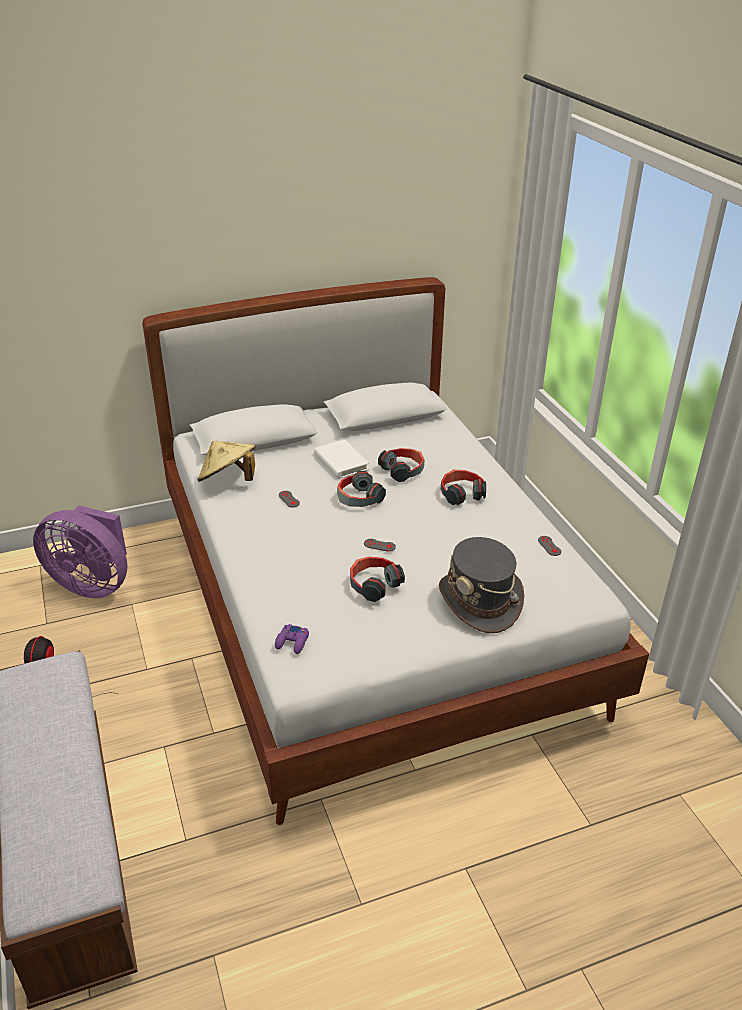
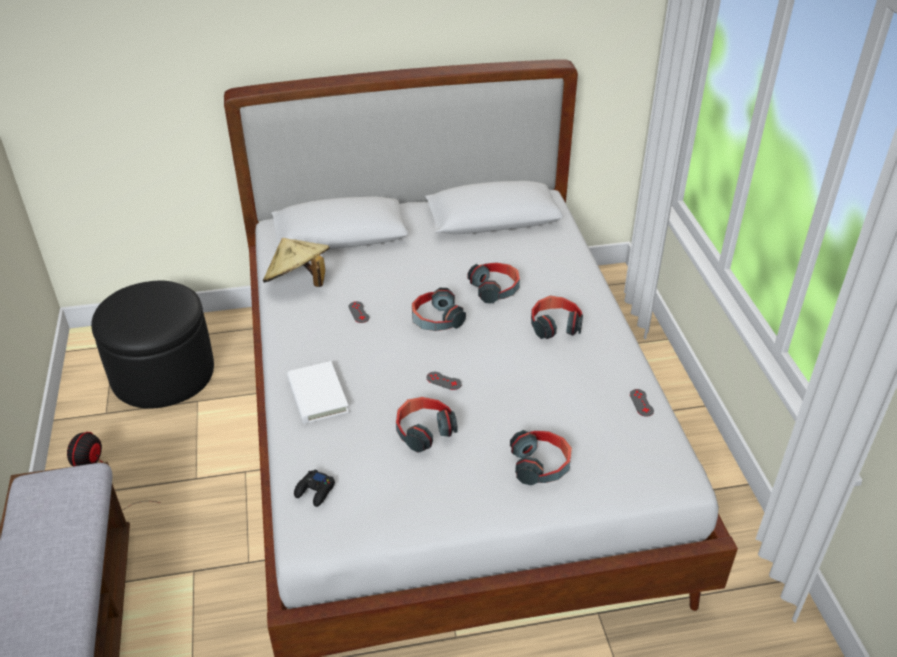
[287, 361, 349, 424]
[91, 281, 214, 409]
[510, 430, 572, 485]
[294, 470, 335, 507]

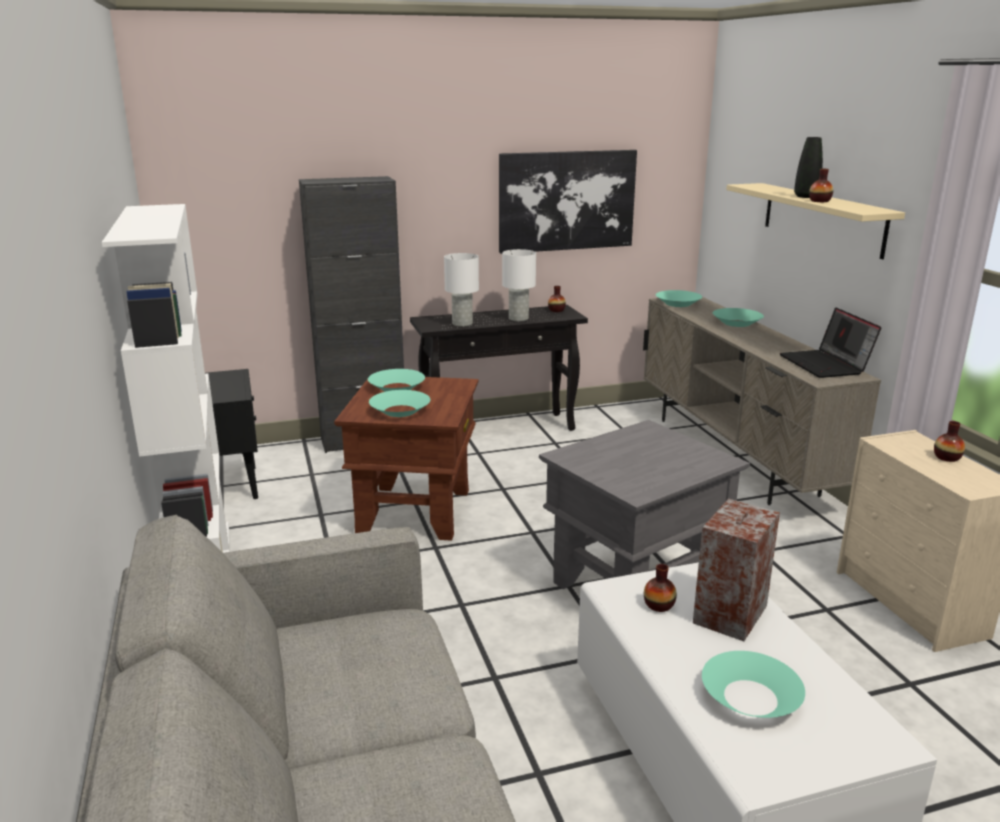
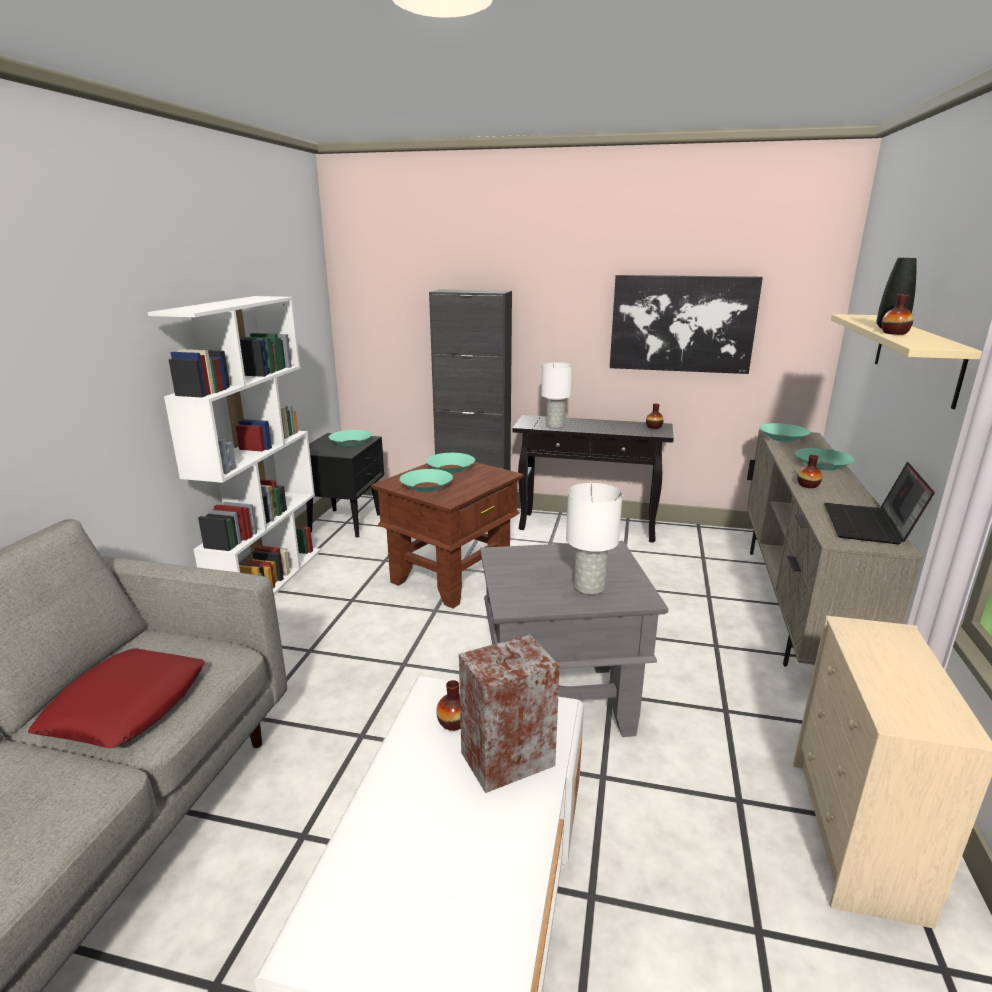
[28, 648, 205, 748]
[566, 483, 623, 595]
[329, 430, 372, 447]
[797, 455, 822, 488]

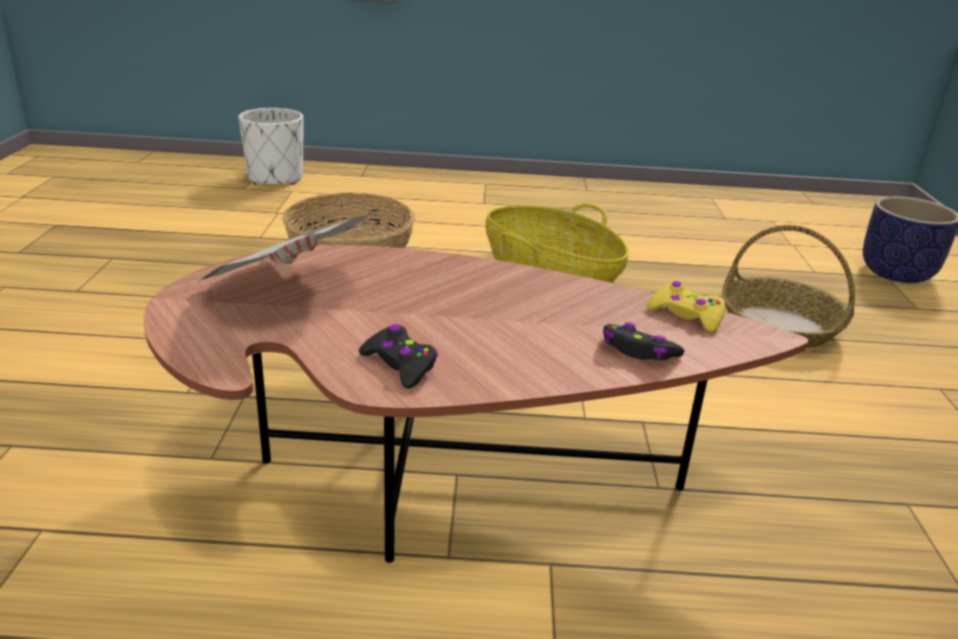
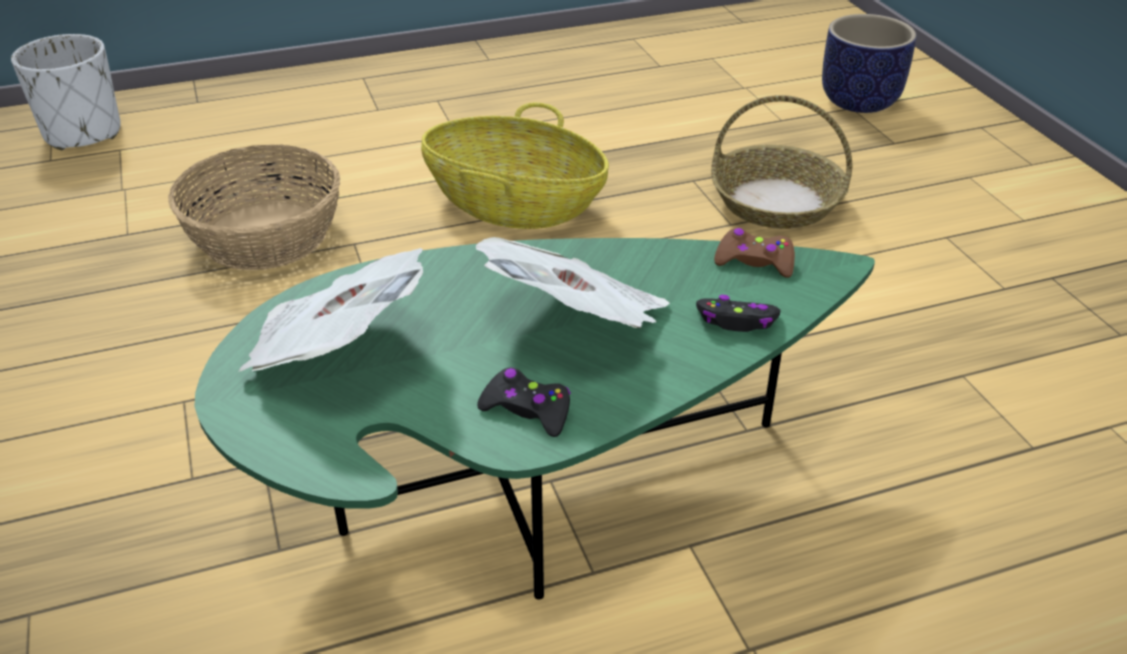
[476, 237, 669, 328]
[194, 238, 875, 600]
[714, 228, 795, 278]

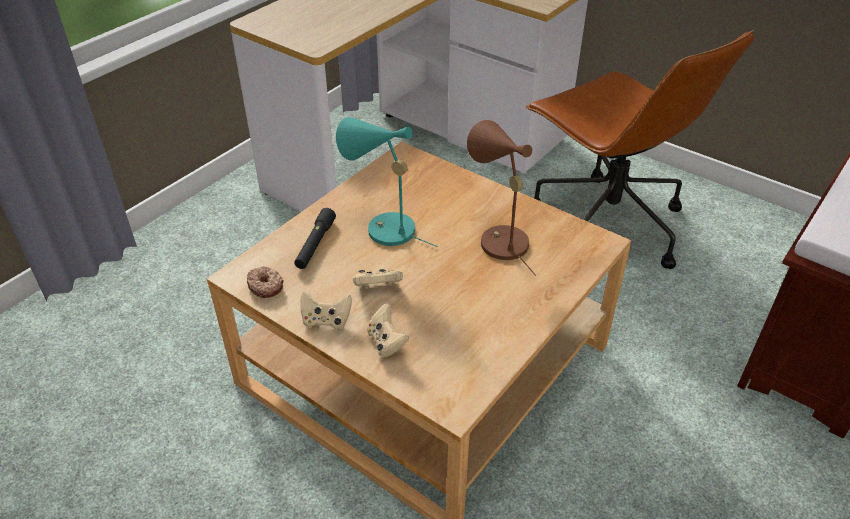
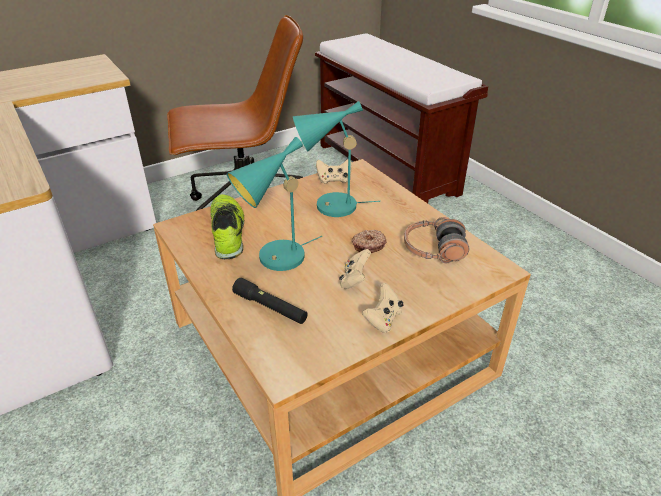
[210, 194, 244, 259]
[404, 217, 469, 263]
[351, 230, 386, 253]
[316, 159, 352, 183]
[293, 101, 381, 217]

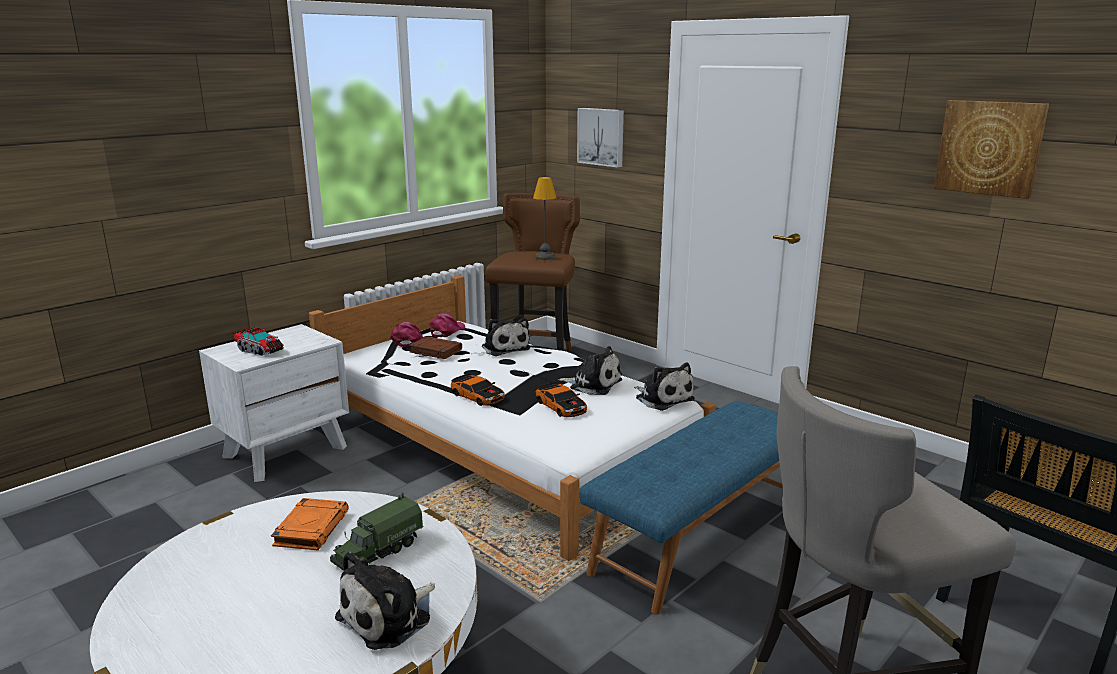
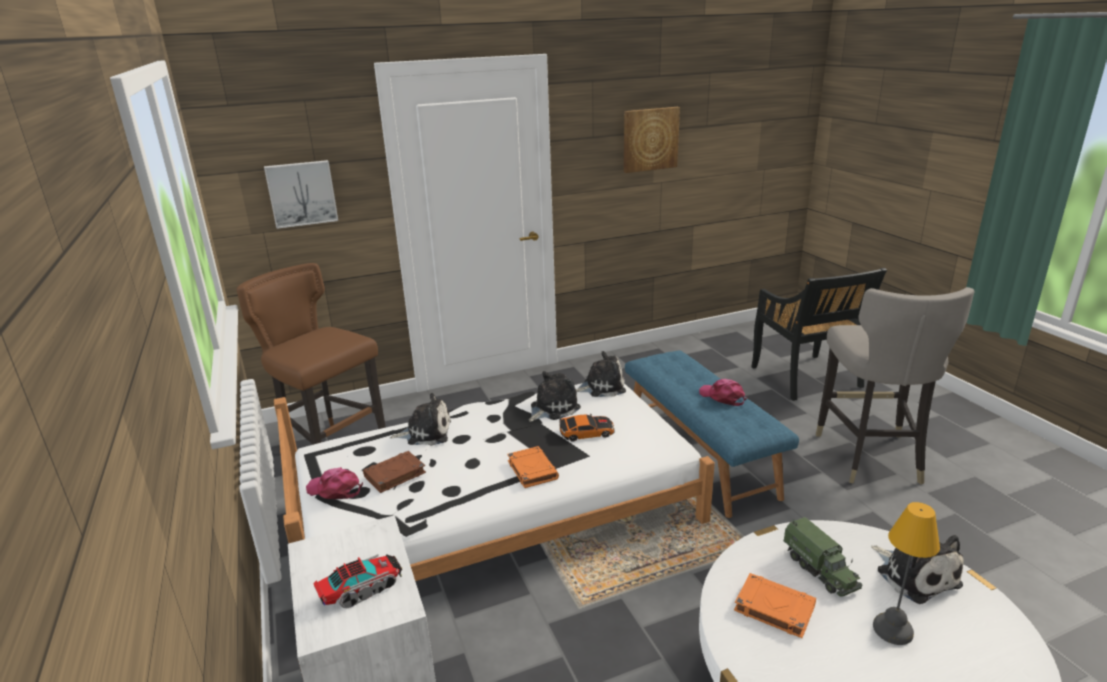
[699, 379, 747, 406]
[873, 502, 940, 645]
[507, 446, 559, 488]

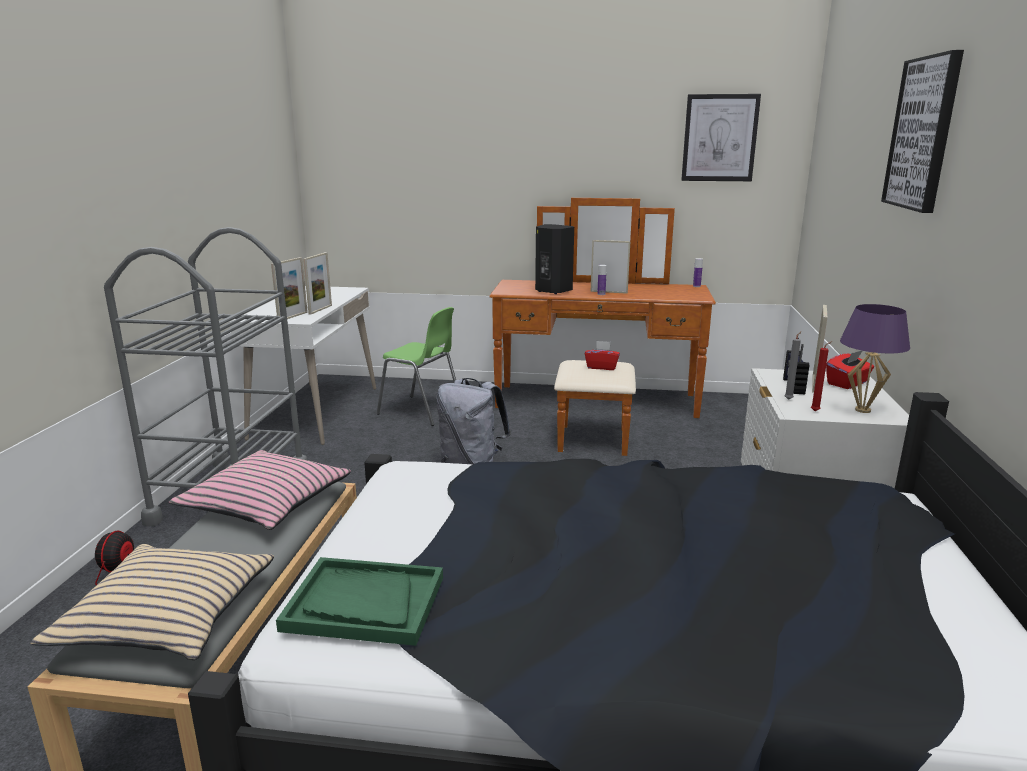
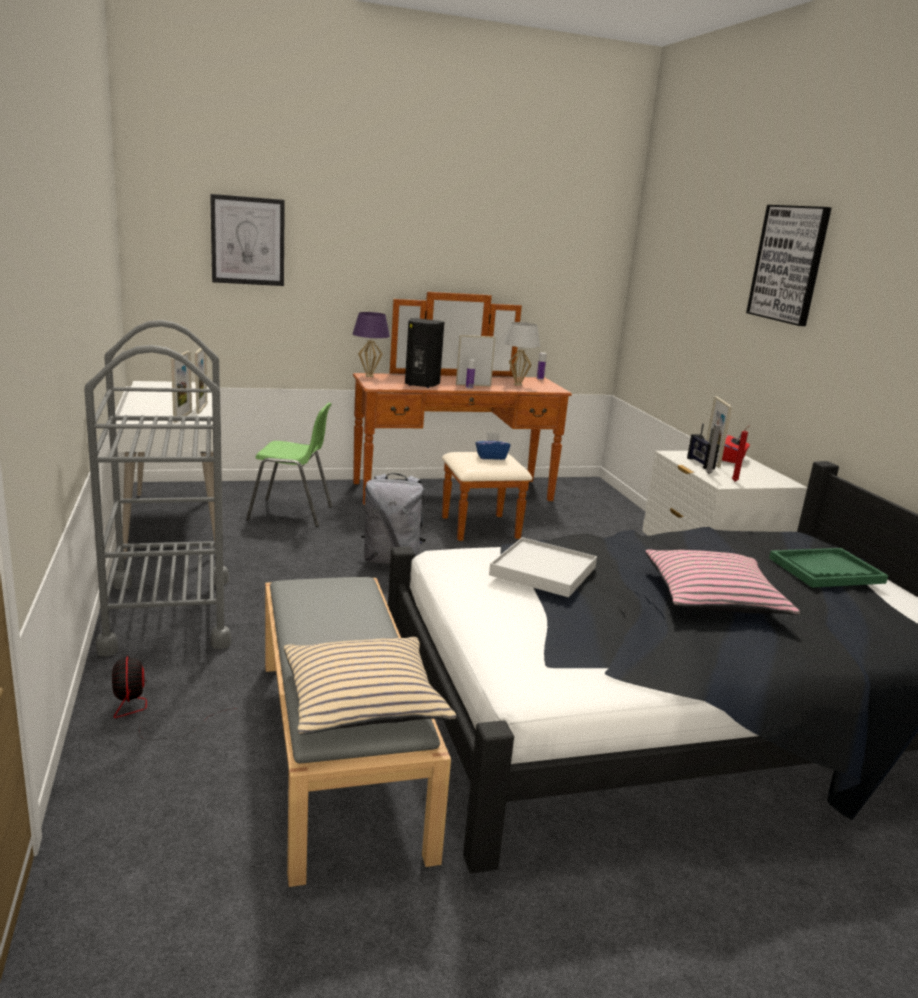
[489, 537, 597, 597]
[504, 322, 540, 386]
[645, 550, 800, 615]
[769, 548, 888, 588]
[210, 194, 285, 286]
[353, 312, 390, 377]
[476, 432, 510, 460]

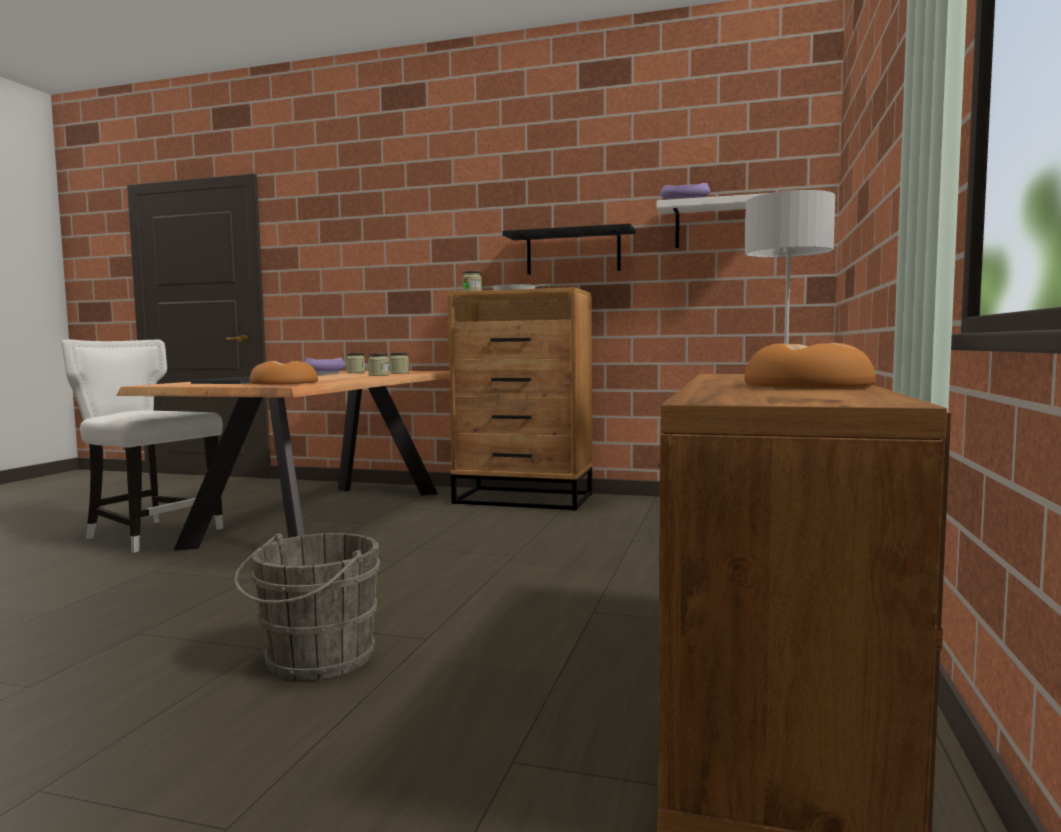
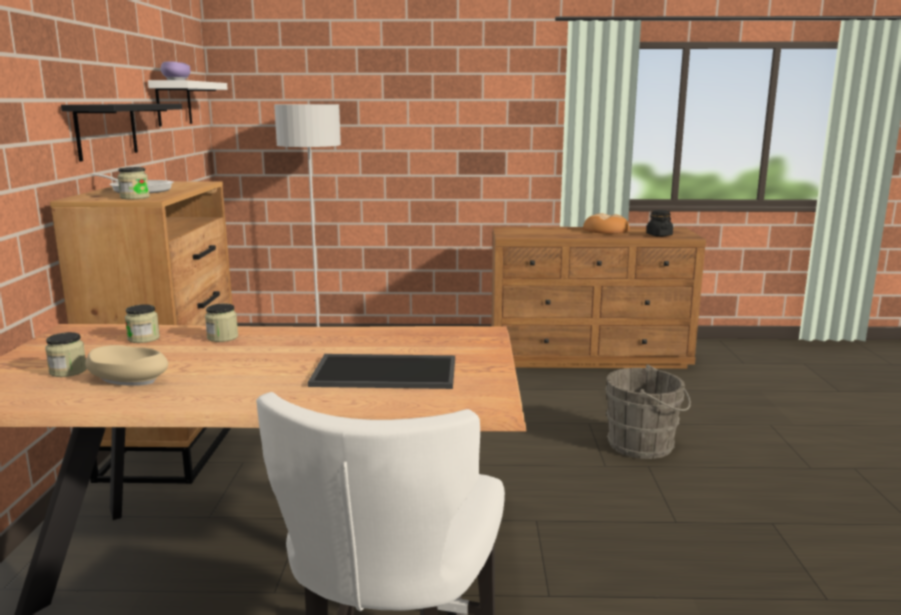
[250, 361, 318, 385] (first image)
[646, 210, 673, 237]
[85, 345, 168, 386]

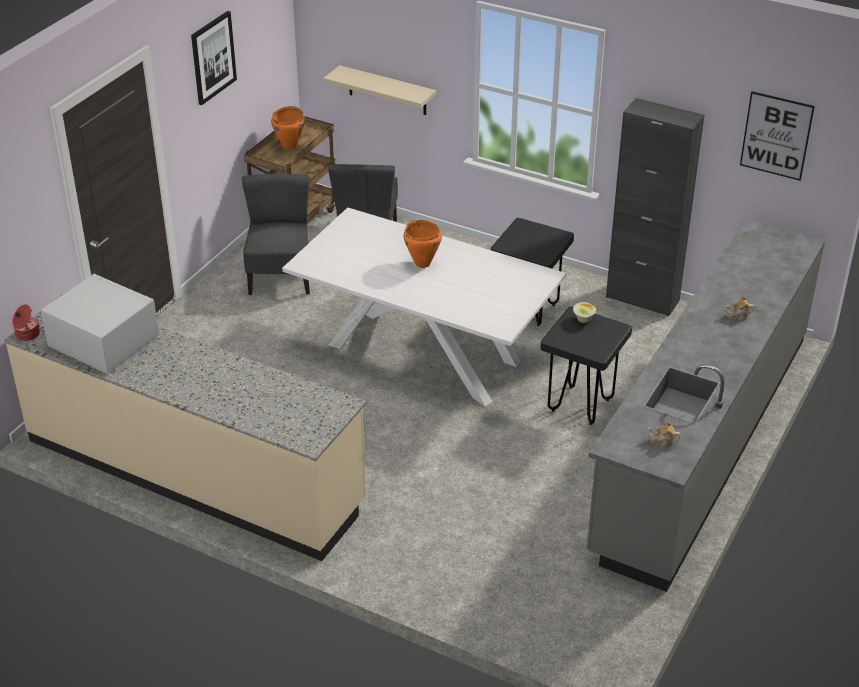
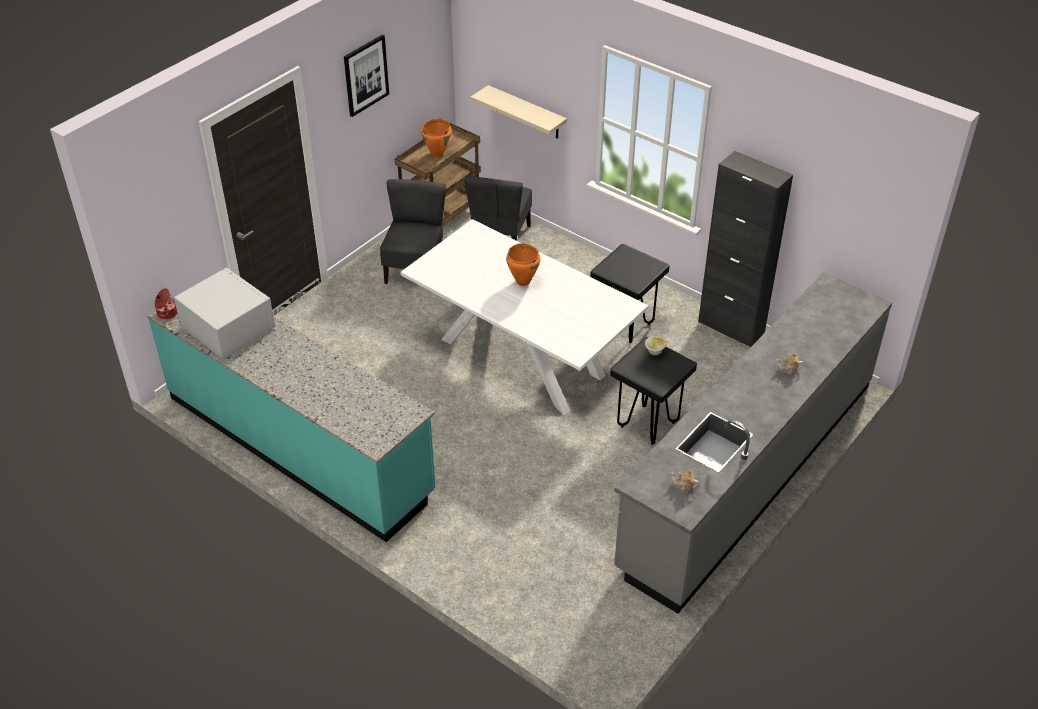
[740, 91, 815, 181] (first image)
[148, 278, 435, 542]

